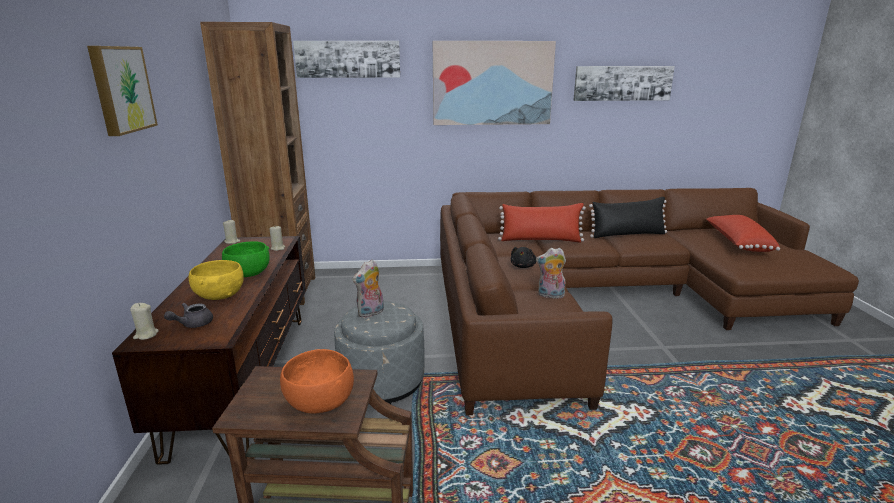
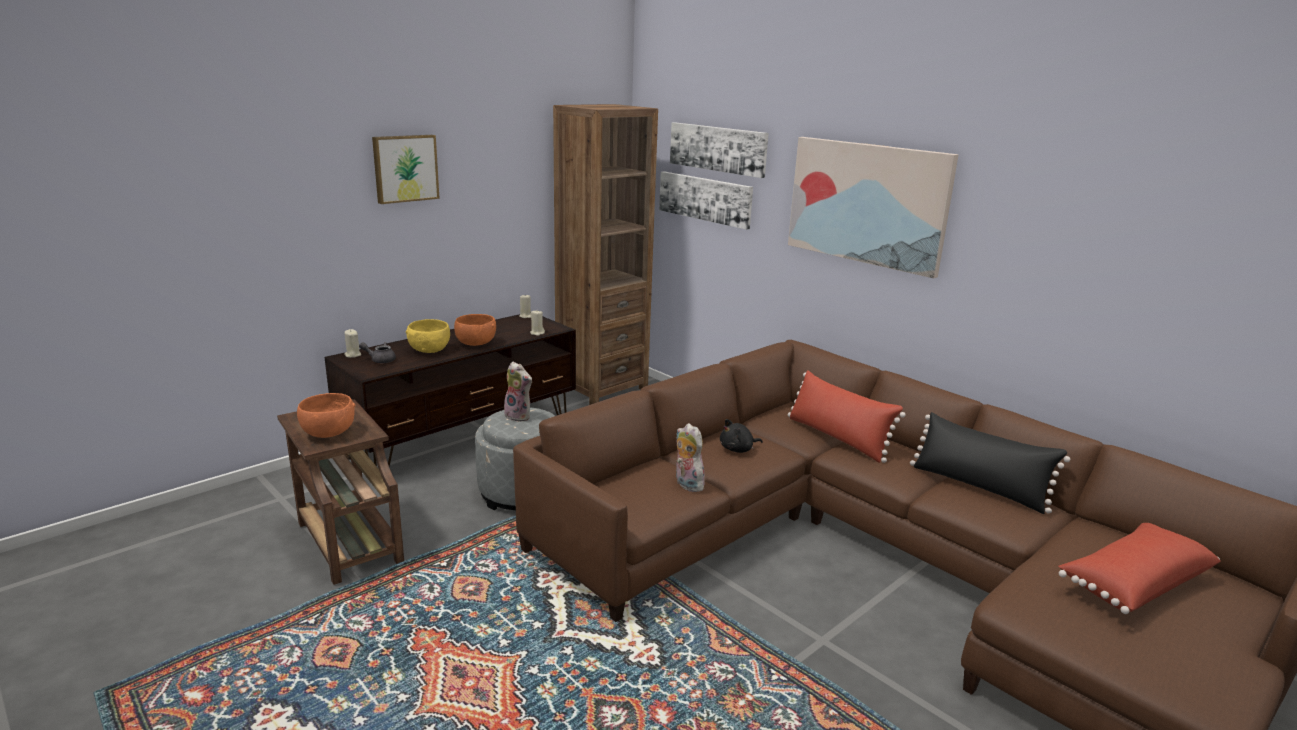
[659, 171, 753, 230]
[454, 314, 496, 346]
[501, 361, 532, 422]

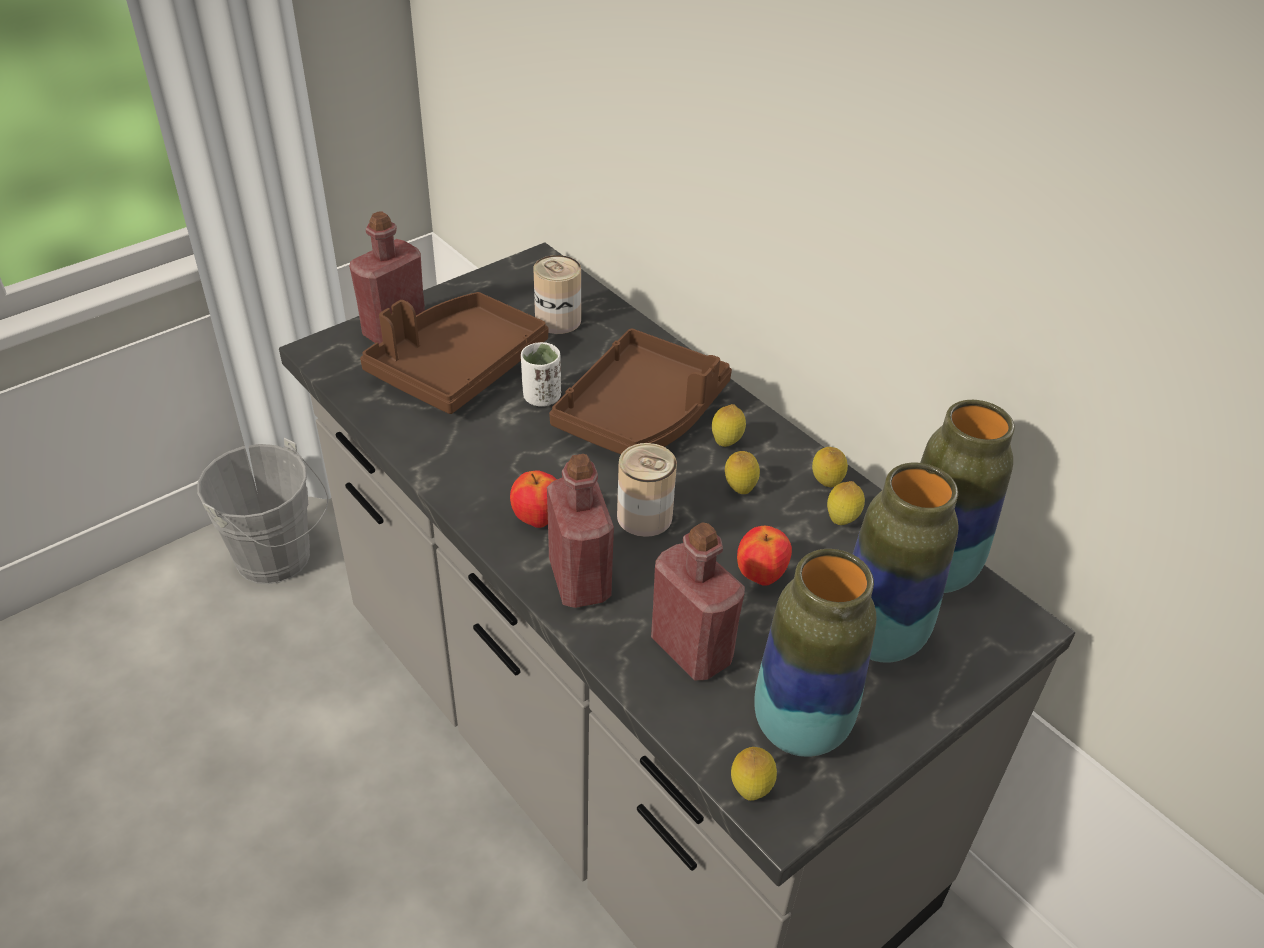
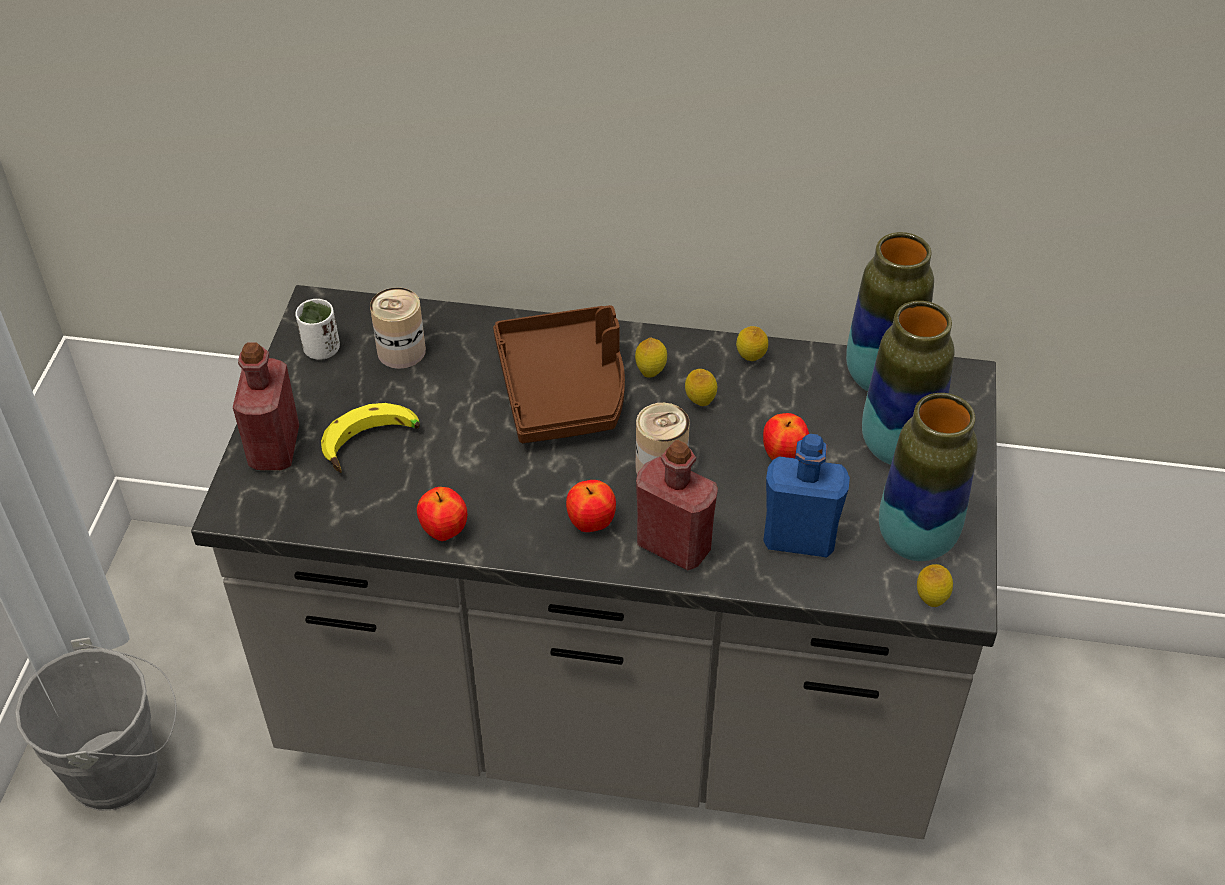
[827, 481, 865, 525] (first image)
[417, 487, 467, 541]
[295, 299, 340, 360]
[321, 403, 420, 473]
[763, 434, 850, 557]

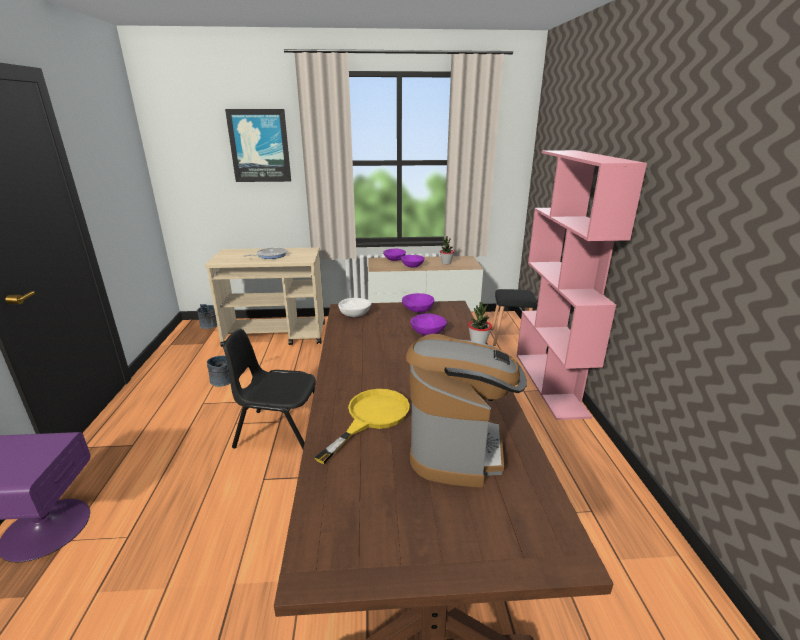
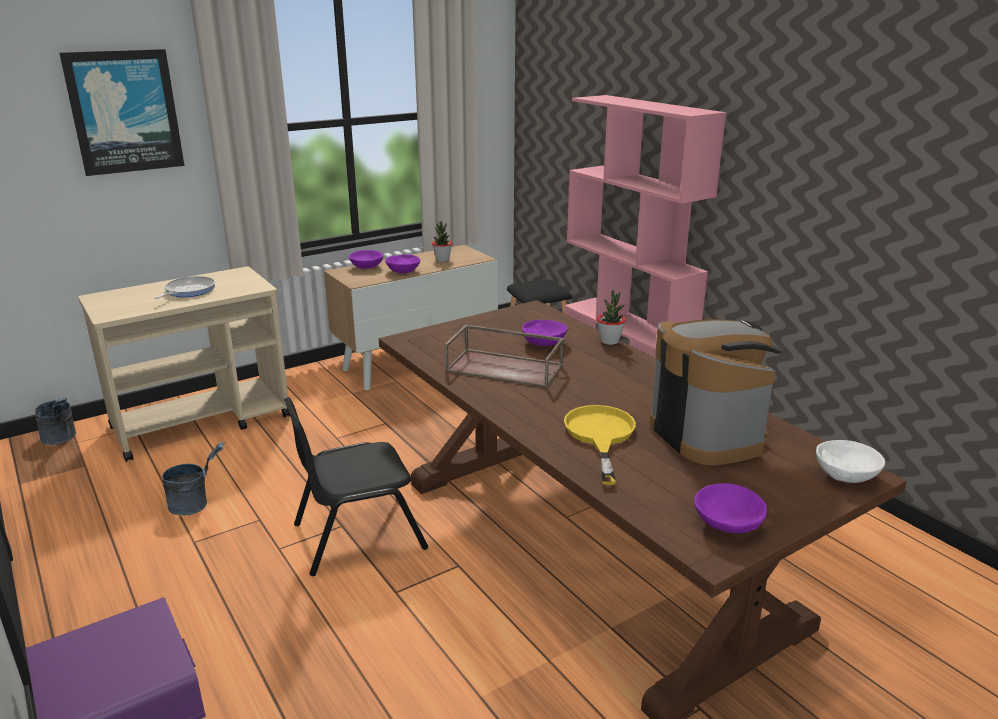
[445, 324, 564, 388]
[816, 440, 885, 483]
[694, 483, 767, 533]

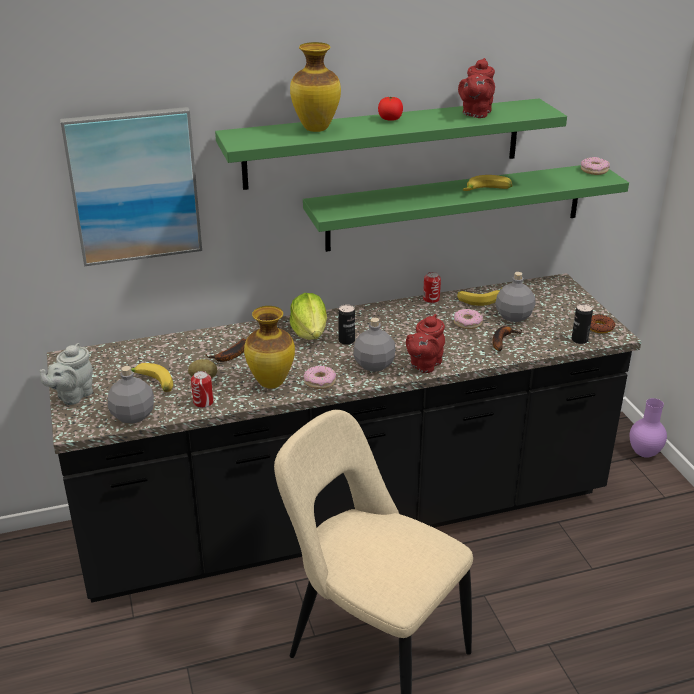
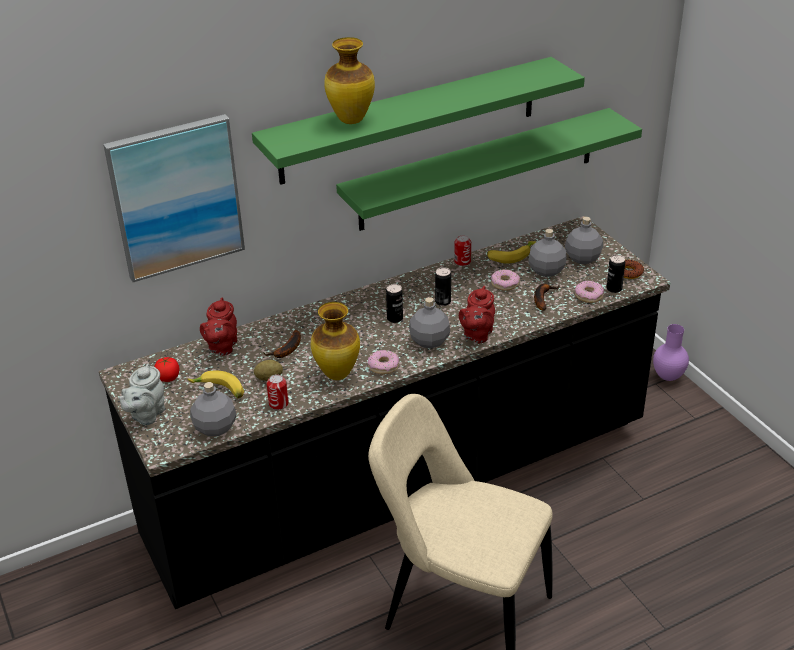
[290, 293, 327, 340] (first image)
[463, 175, 512, 191] (first image)
[435, 267, 451, 306]
[565, 217, 603, 264]
[154, 357, 179, 382]
[200, 297, 237, 356]
[575, 281, 604, 303]

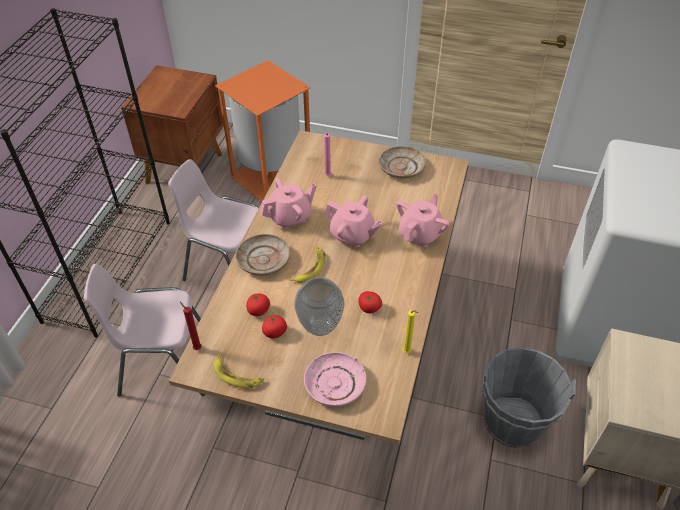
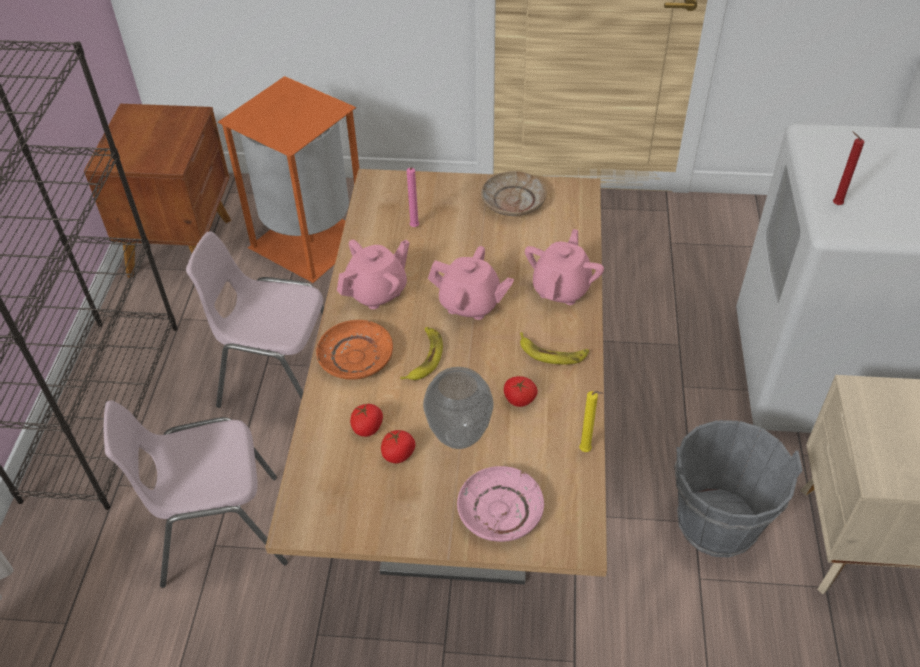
[833, 131, 864, 205]
[520, 332, 589, 365]
[316, 320, 393, 380]

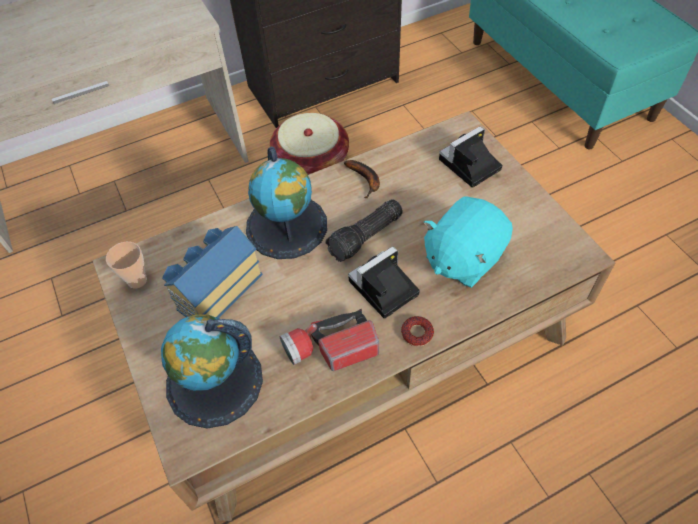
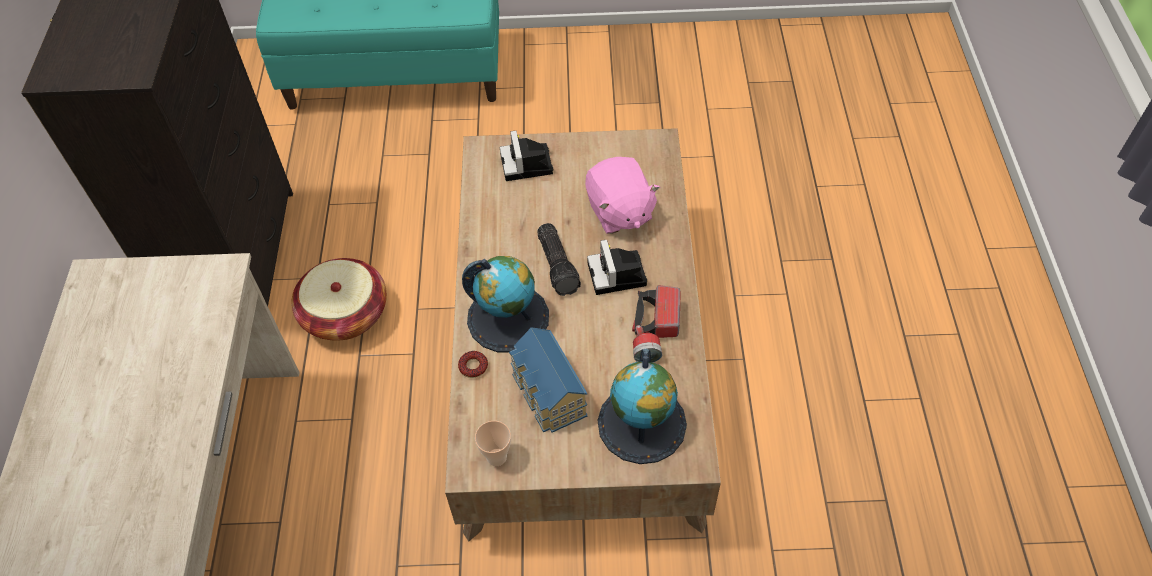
[344, 160, 380, 198] (first image)
[458, 351, 488, 378]
[585, 157, 660, 234]

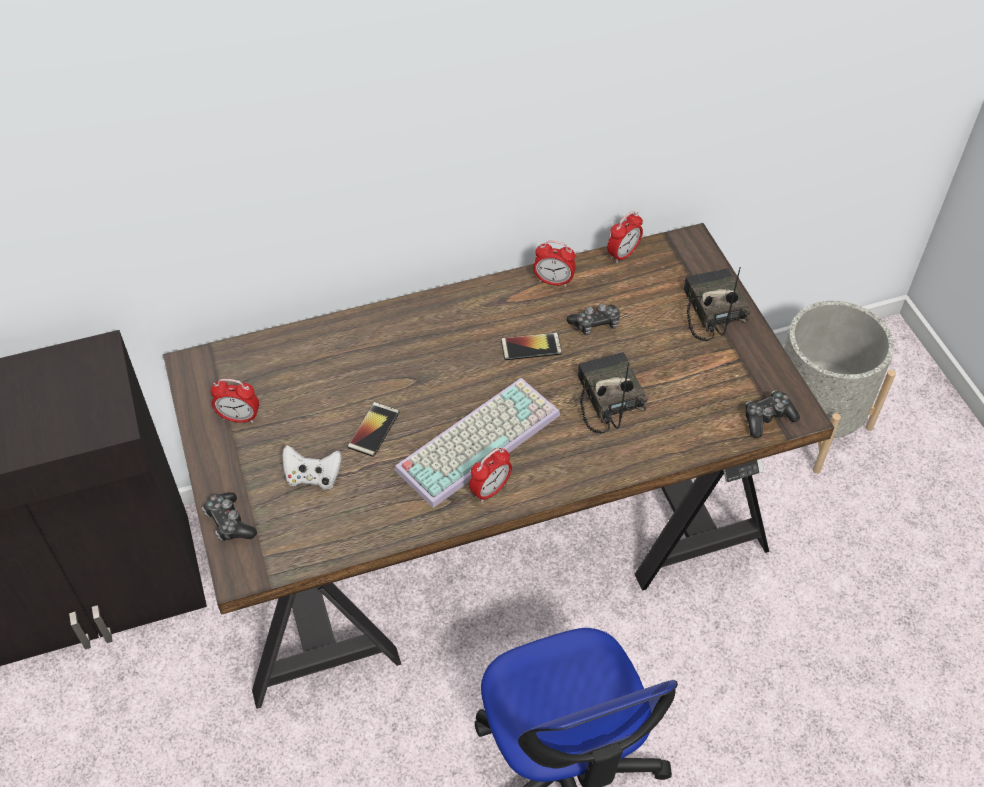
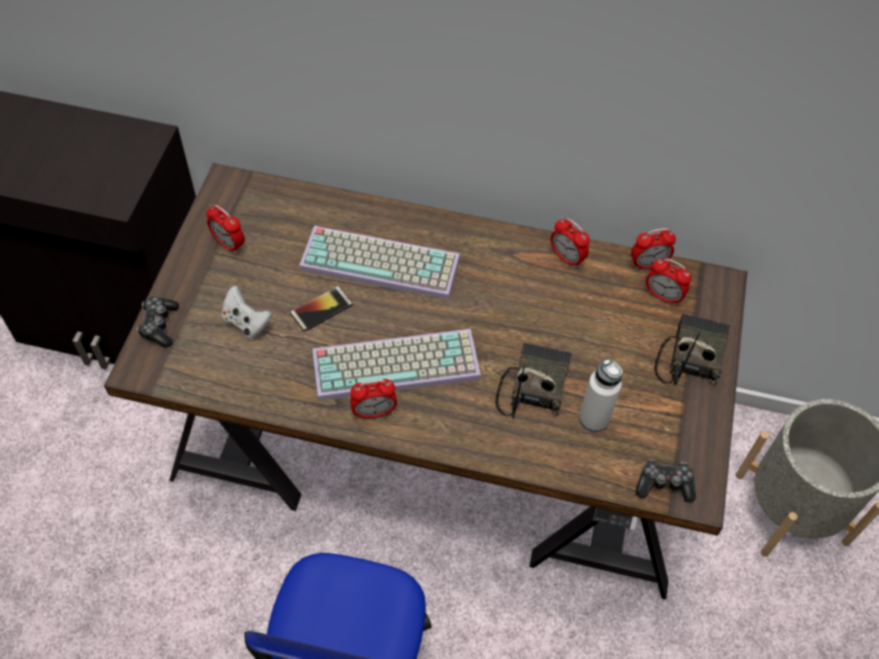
[501, 333, 562, 360] (first image)
[567, 303, 620, 335] (first image)
[299, 226, 460, 300]
[579, 359, 623, 432]
[646, 259, 692, 305]

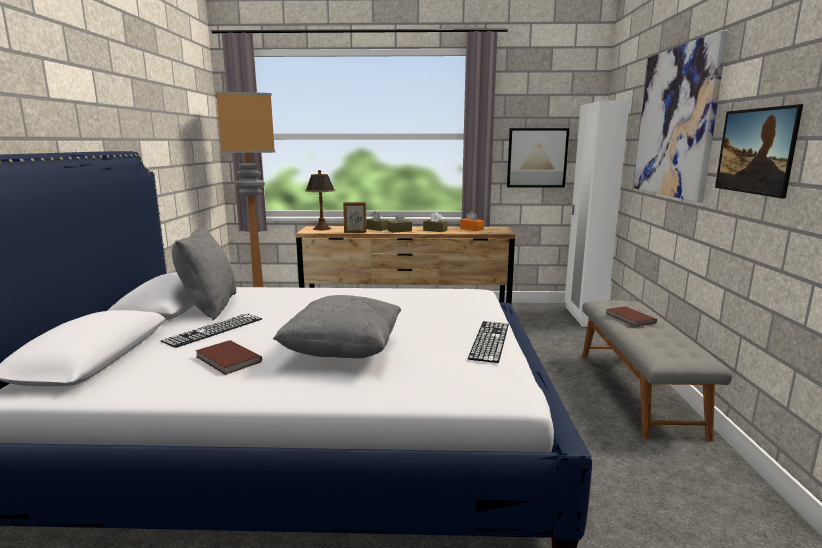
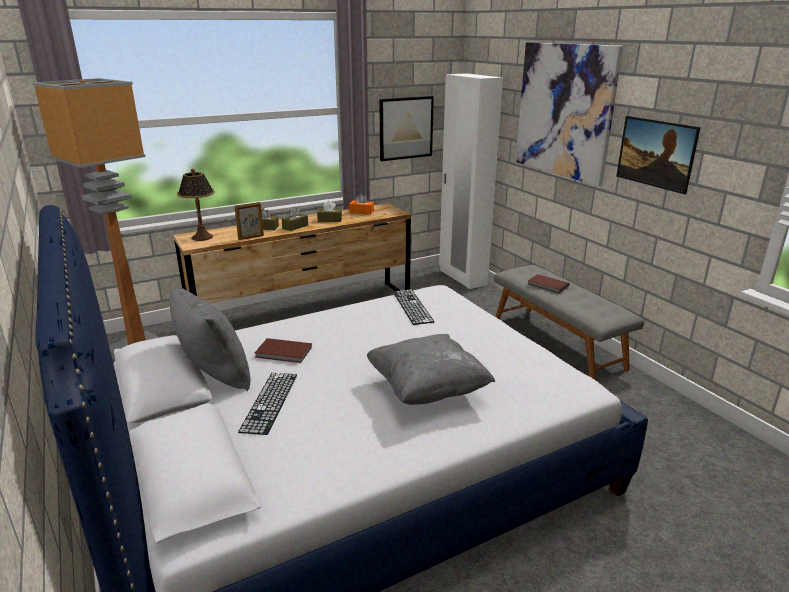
[255, 338, 312, 363]
[393, 289, 434, 325]

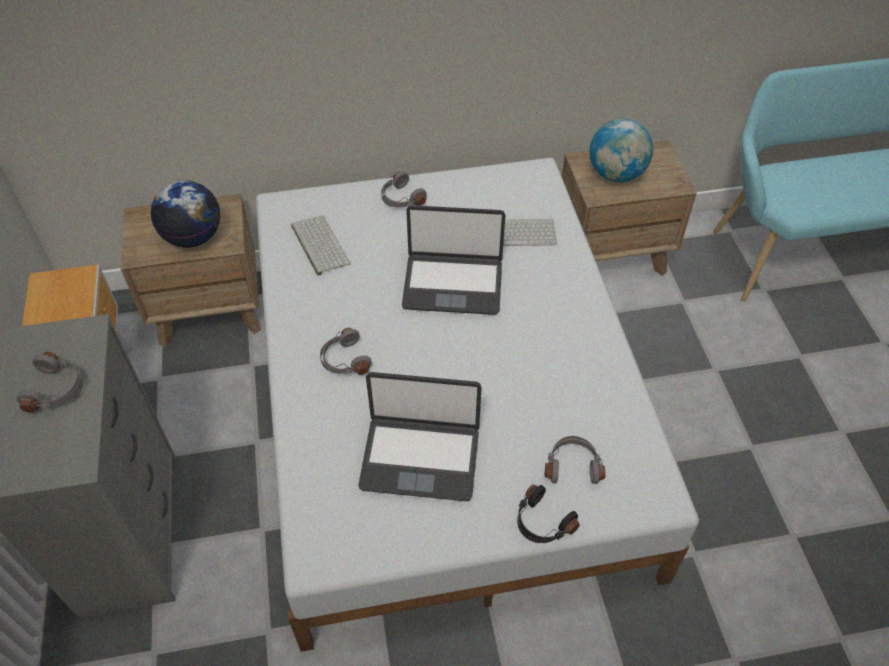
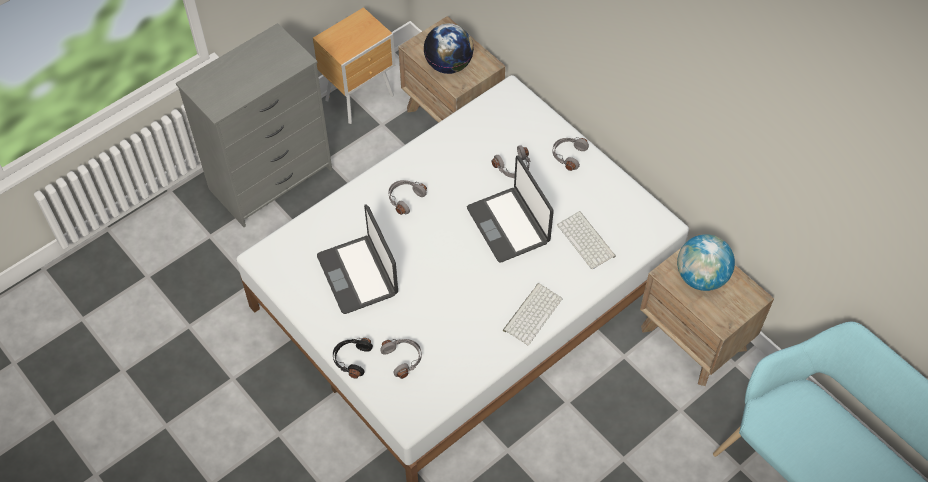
[492, 145, 531, 178]
[503, 283, 563, 345]

